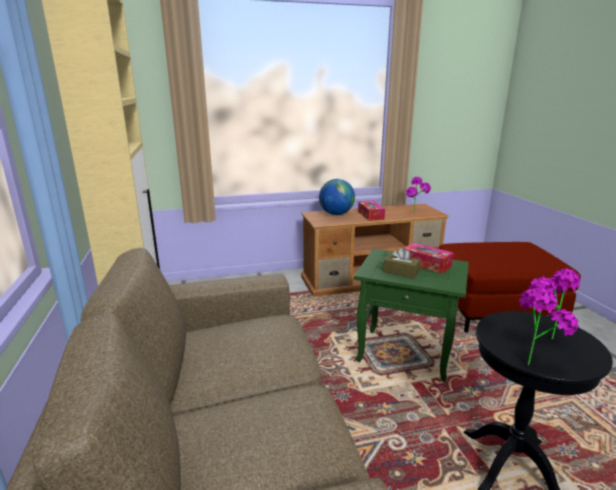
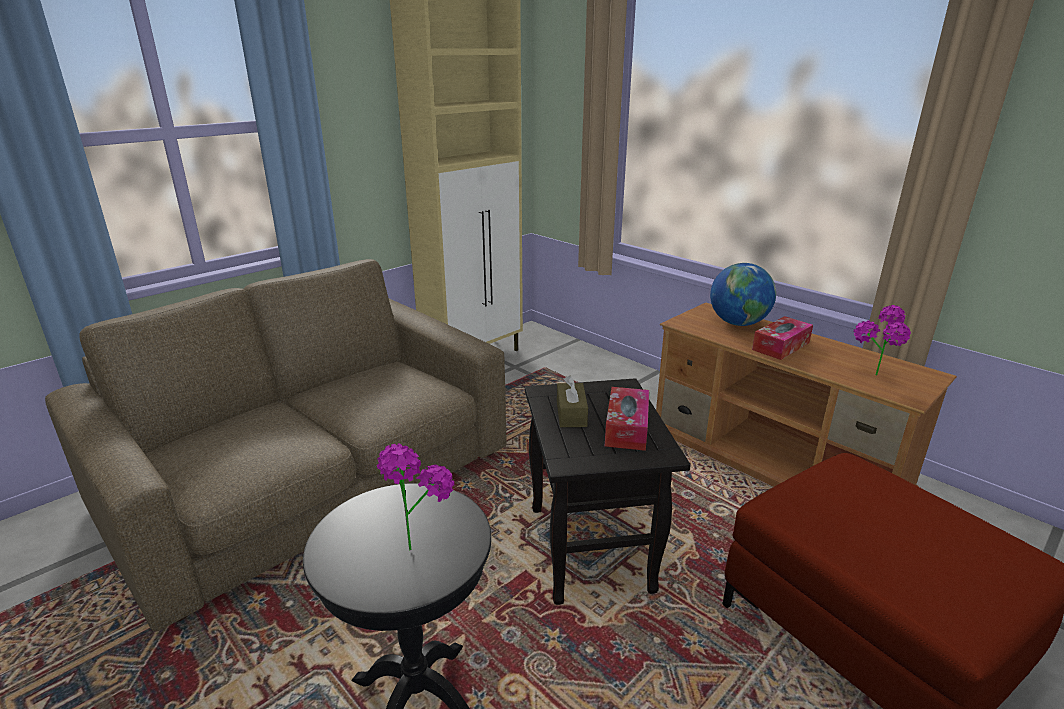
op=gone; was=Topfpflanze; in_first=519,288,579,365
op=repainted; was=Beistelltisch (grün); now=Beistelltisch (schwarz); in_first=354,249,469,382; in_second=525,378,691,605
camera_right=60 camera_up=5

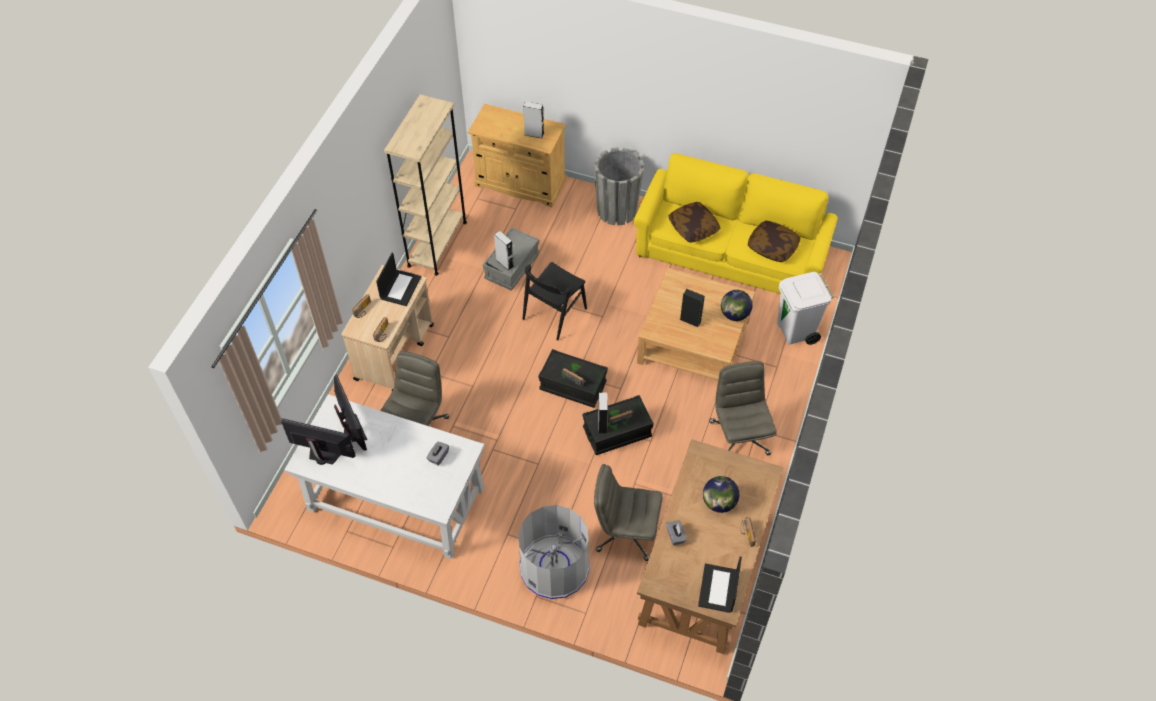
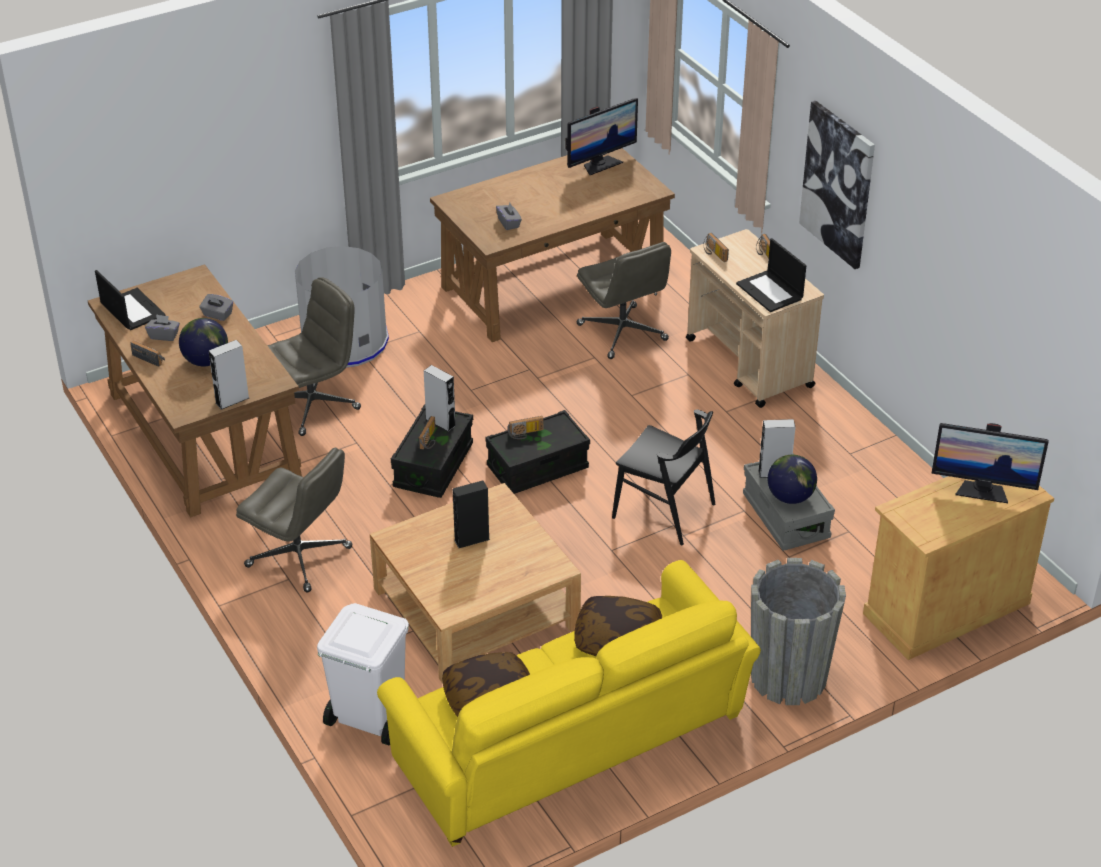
op=gone; was=Bücherregal (beige); in_first=384,94,467,276
op=new; now=Taschentuchbox (grau); in_second=145,314,180,341
op=new; now=Bild; in_second=799,101,875,269
op=shifted; was=Monitor; in_first=334,374,368,451; in_second=931,423,1049,503
op=shifted; was=Lautsprecher (grau); in_first=523,101,544,138; in_second=209,340,249,410
op=shifted; was=Globus; in_first=721,290,752,321; in_second=767,455,817,504
op=repainted; was=Schreibtisch (weiß); now=Schreibtisch (braun); in_first=284,394,485,559; in_second=430,148,675,342
op=rotated; was=Stuhl (schwarz); in_first=523,262,587,340; in_second=612,409,715,545; clockwise=135
camera_right=130 camera_up=-15

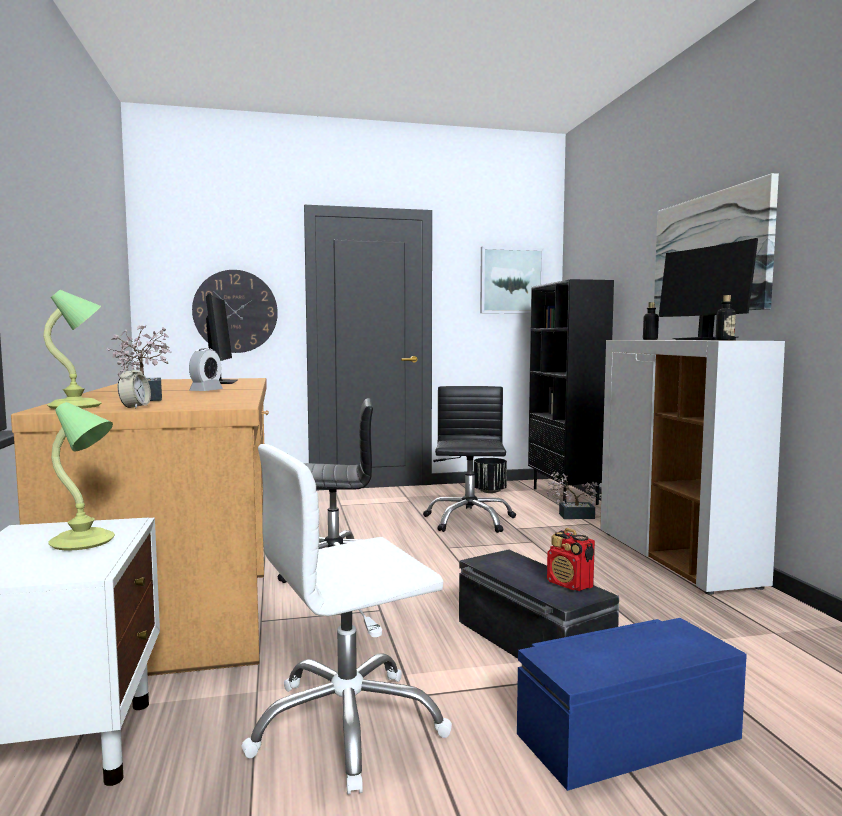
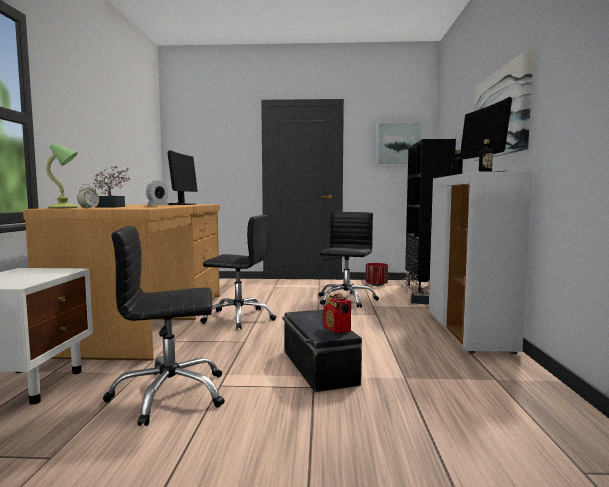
op=gone; was=Tischlampe; in_first=48,402,115,550
op=gone; was=Wanduhr; in_first=192,270,278,353
op=gone; was=Aufbewahrungsbox (blau); in_first=517,618,747,791
op=repainted; was=Bürostuhl (weiß); now=Bürostuhl (schwarz); in_first=241,444,452,794; in_second=103,226,225,426
op=repainted; was=Pflanzkübel (schwarz); now=Pflanzkübel (rot); in_first=474,458,507,493; in_second=365,263,388,286
camera_right=15 camera_up=0

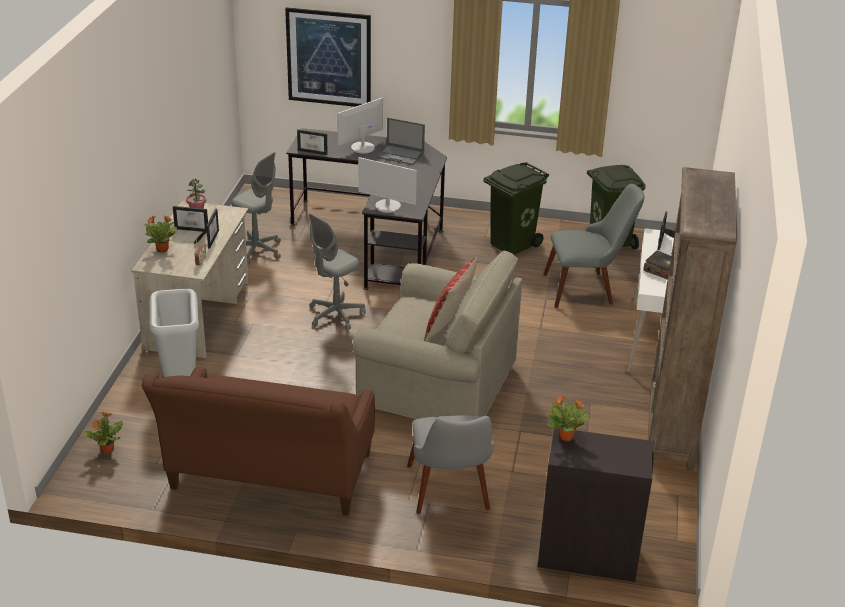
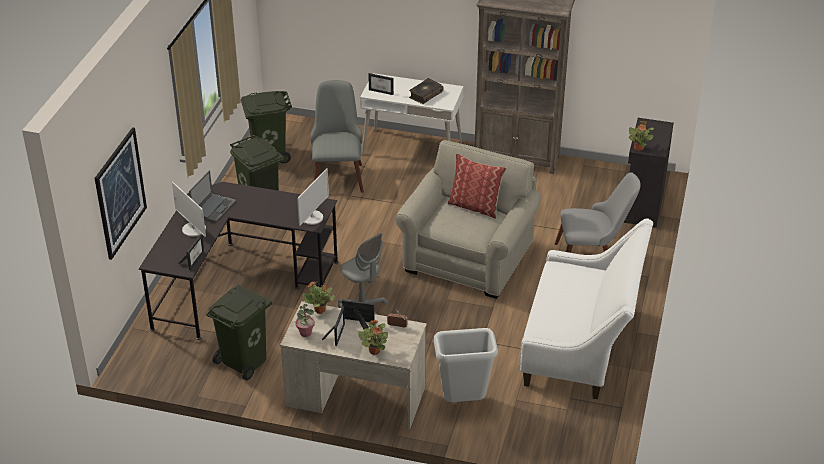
op=shifted; was=Topfpflanze; in_first=83,412,123,454; in_second=303,281,336,314
op=swapped; was=Bürostuhl (grau); now=Mülleimer (grün); in_first=231,152,281,264; in_second=206,285,272,380
op=repainted; was=Sofa (braun); now=Sofa (weiß); in_first=142,367,375,516; in_second=520,219,653,399
camera_right=-85 camera_up=5

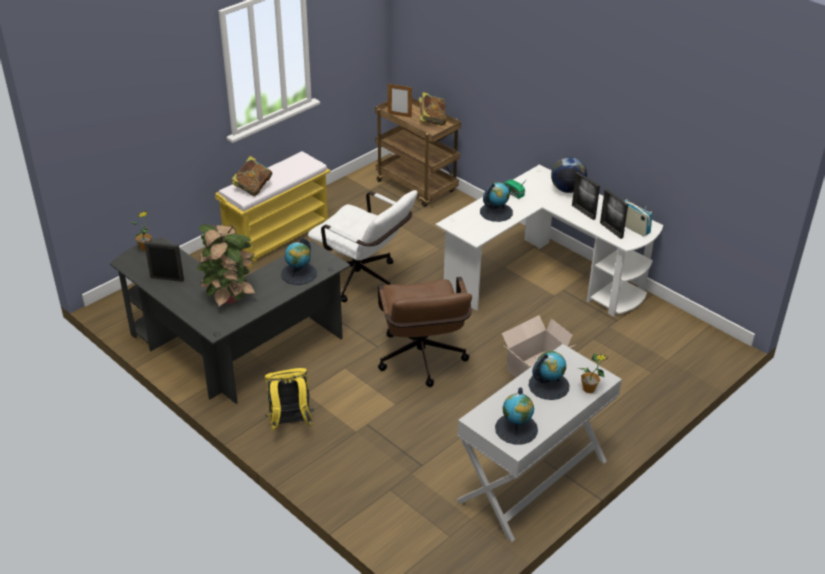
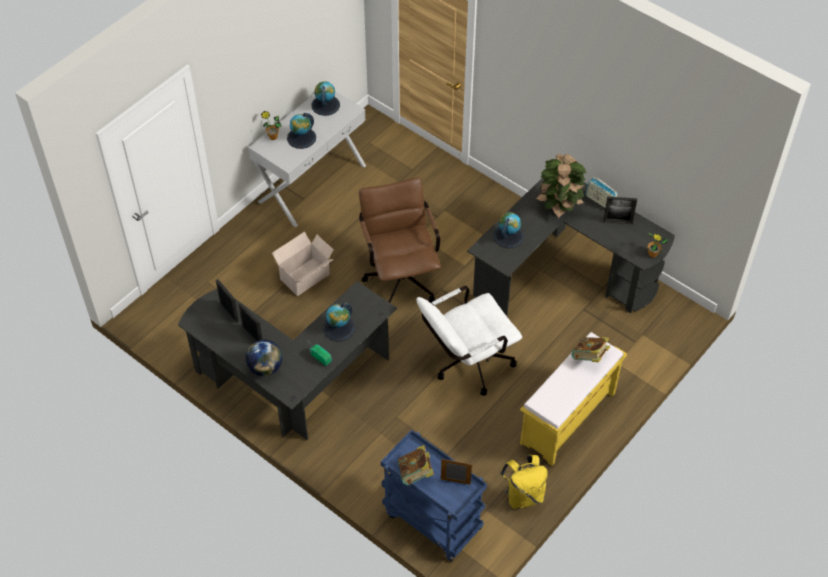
op=shifted; was=Rucksack (gelb); in_first=265,368,314,431; in_second=500,455,548,509
op=shifted; was=Radio; in_first=624,199,652,237; in_second=585,178,617,208
op=repainted; was=Rollwagen (braun); now=Rollwagen (blau); in_first=375,98,461,207; in_second=381,430,487,562
op=repainted; was=Schreibtisch (weiß); now=Schreibtisch (schwarz); in_first=436,164,663,317; in_second=178,281,397,440
op=rotated; was=Bürostuhl (weiß); in_first=308,190,417,303; in_second=416,286,522,396; clockwise=-60
camera_right=175 camera_up=15

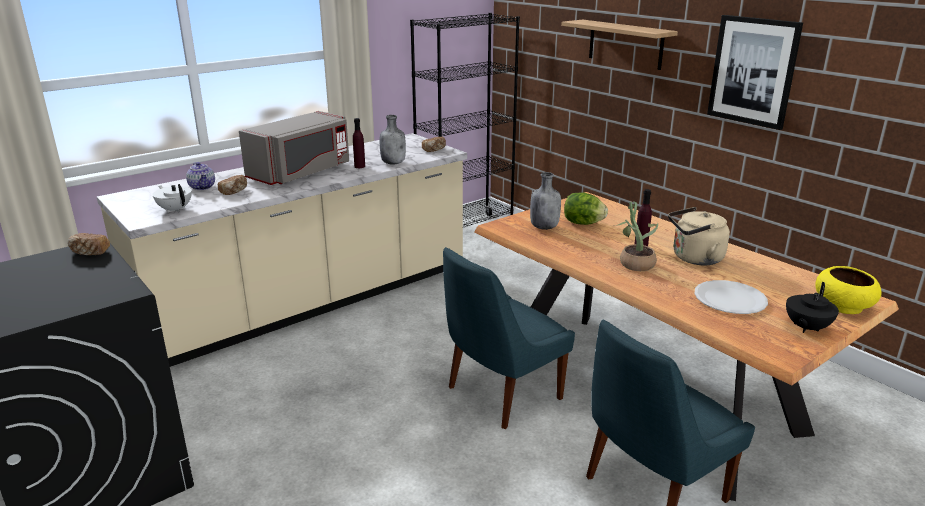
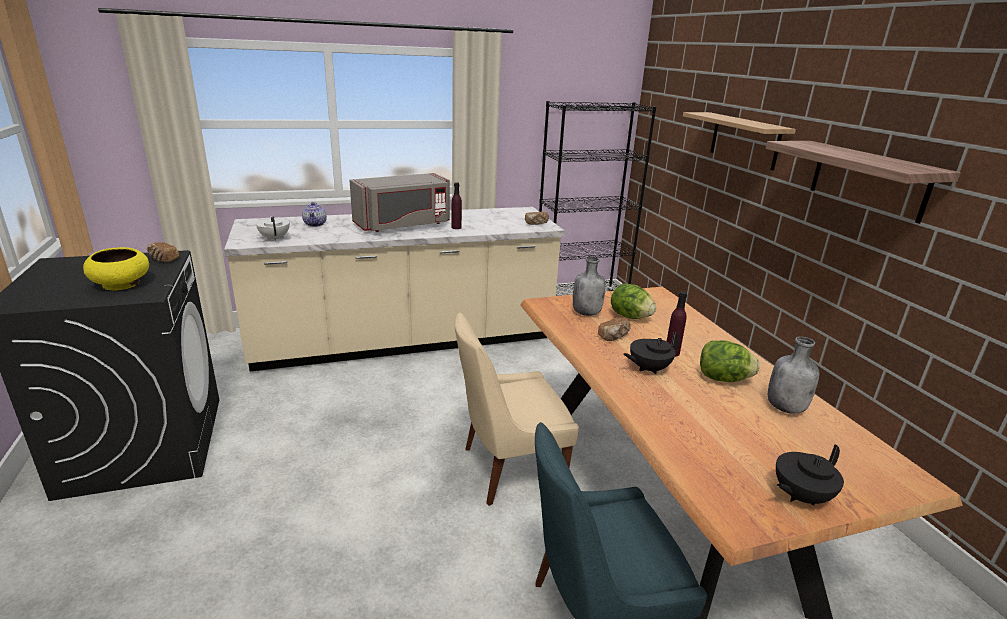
op=gone; was=Teller (weiß); in_first=694,280,768,314
op=shifted; was=Brot; in_first=218,175,247,195; in_second=598,318,631,341
op=shifted; was=Flasche (grau); in_first=380,115,406,165; in_second=768,337,820,414
op=shifted; was=Schüssel (gelb); in_first=815,266,881,314; in_second=83,247,149,291
op=swapped; was=Topfpflanze; now=Teekanne (schwarz); in_first=614,201,658,271; in_second=623,331,679,374
op=swapped; was=Wasserkessel (beige); now=Salatkopf; in_first=668,207,730,265; in_second=700,340,760,382
op=swapped; was=Bild; now=Wandregal; in_first=707,15,803,130; in_second=766,141,960,224
op=repainted; was=Stuhl (blau); now=Stuhl (beige); in_first=443,247,575,429; in_second=455,313,579,506
camera_right=20 camera_up=0

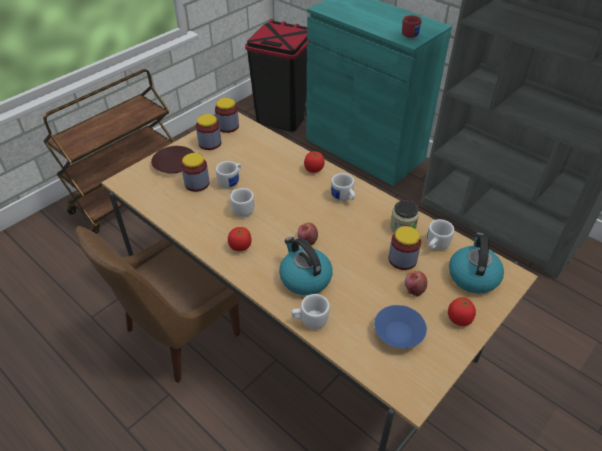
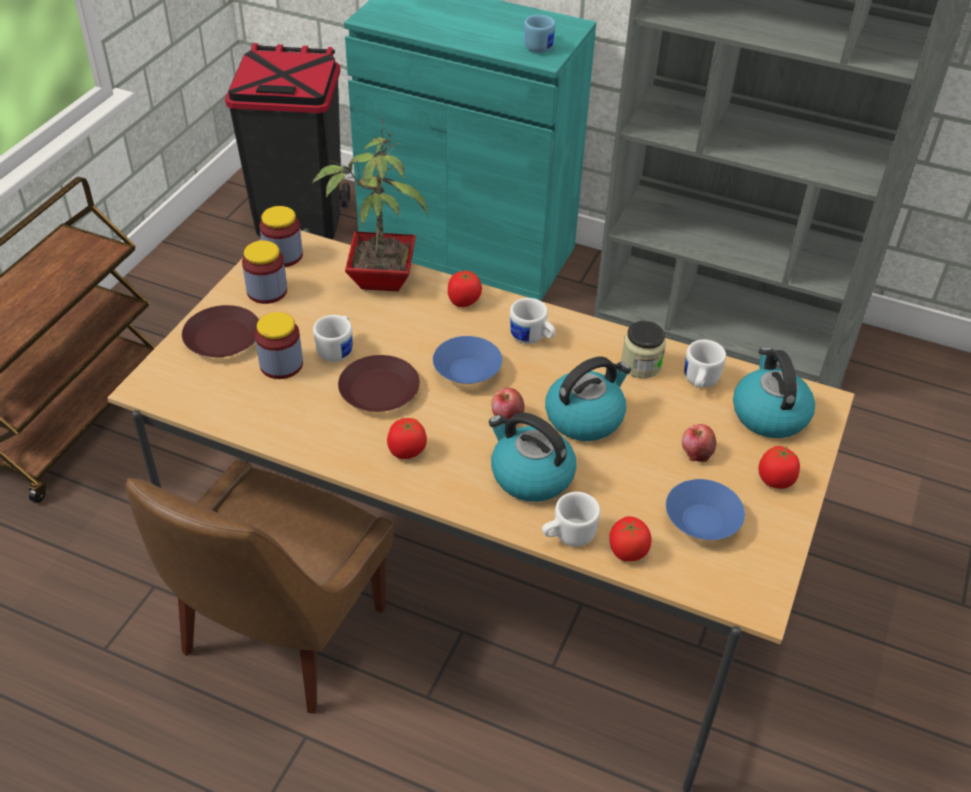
op=gone; was=Vorratsglas; in_first=389,226,421,270
op=new; now=Topfpflanze; in_second=312,118,428,291
op=new; now=Schüssel (blau); in_second=433,336,502,384
op=new; now=Wasserkessel; in_second=545,356,631,441
op=new; now=Tomate; in_second=609,516,651,562
op=swapped; was=Henkelbecher (weiß); now=Teller (braun); in_first=230,188,254,217; in_second=338,355,420,412
op=repainted; was=Henkelbecher (rot); now=Henkelbecher (blau); in_first=402,15,422,38; in_second=524,15,555,53
camera_right=-20 camera_up=0

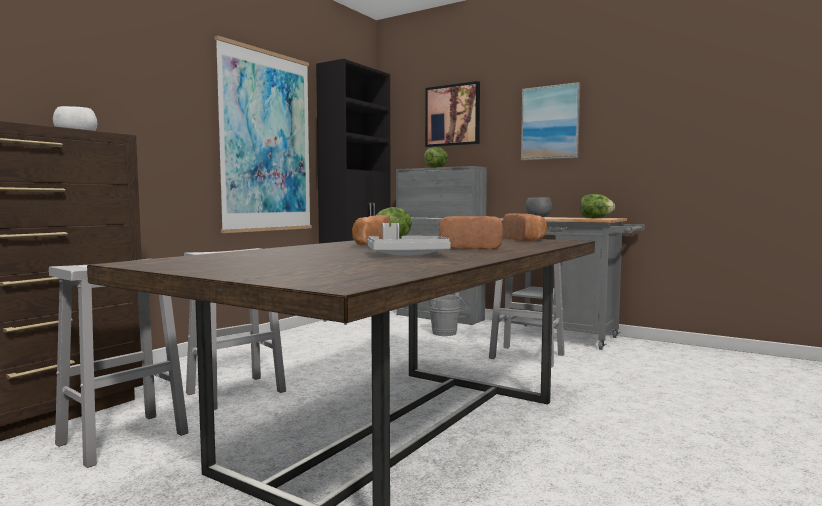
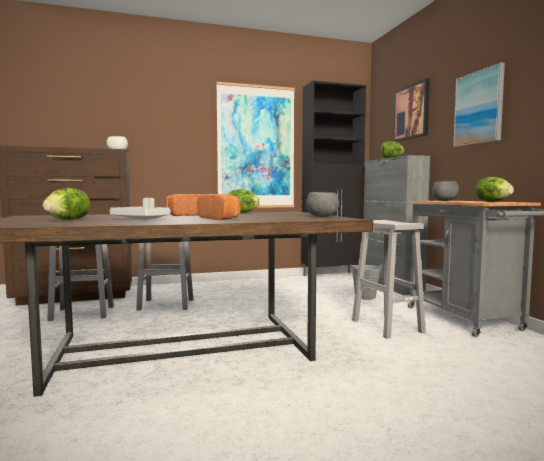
op=new; now=Salatkopf; in_second=43,188,90,220
op=swapped; was=Brot; now=Schüssel (grau); in_first=503,213,547,241; in_second=306,192,339,217
camera_right=40 camera_up=0

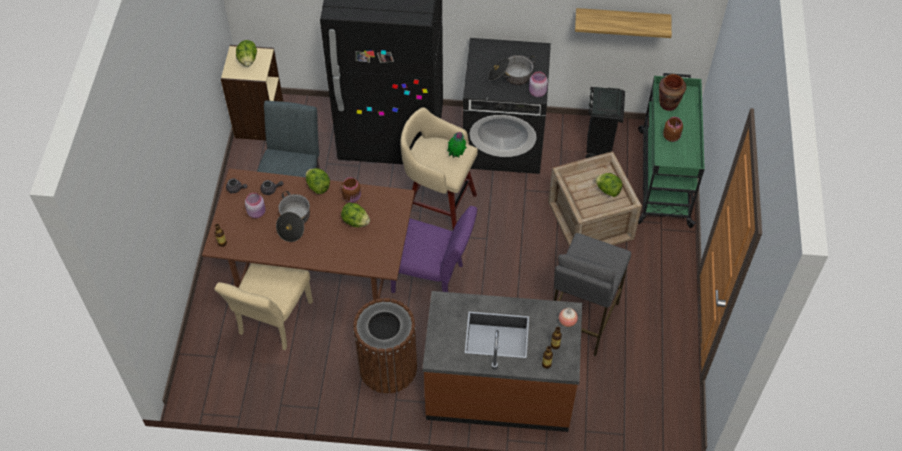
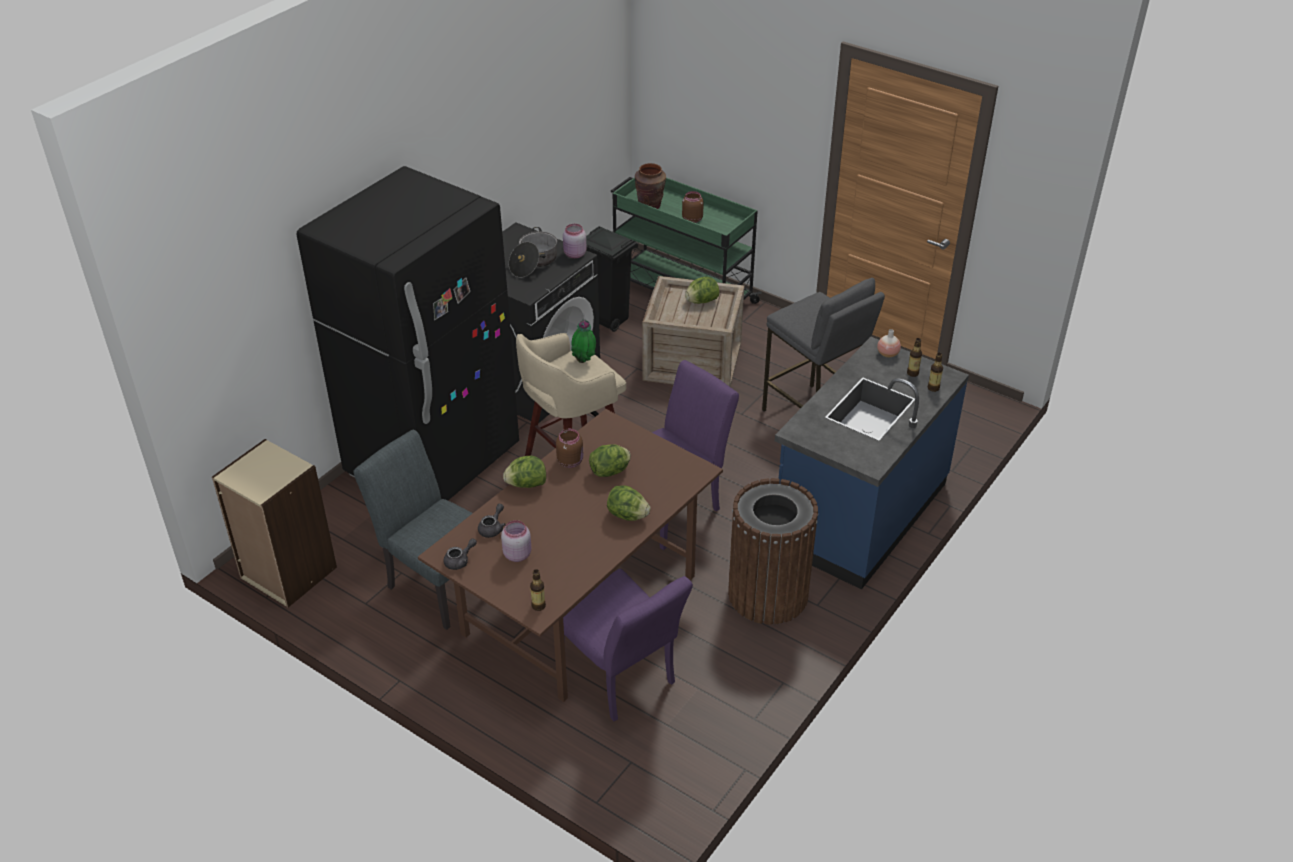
op=gone; was=Kochtopf; in_first=276,191,310,242
op=gone; was=Wandregal; in_first=575,8,672,38
op=shifted; was=Salatkopf; in_first=236,40,257,67; in_second=607,486,651,521
op=repainted; was=Stuhl (beige); now=Stuhl (lila); in_first=214,263,313,350; in_second=563,569,693,721
op=repainted; was=Küchenzeile (braun); now=Küchenzeile (blau); in_first=422,291,582,432; in_second=775,337,969,590
camera_right=-60 camera_up=-15

